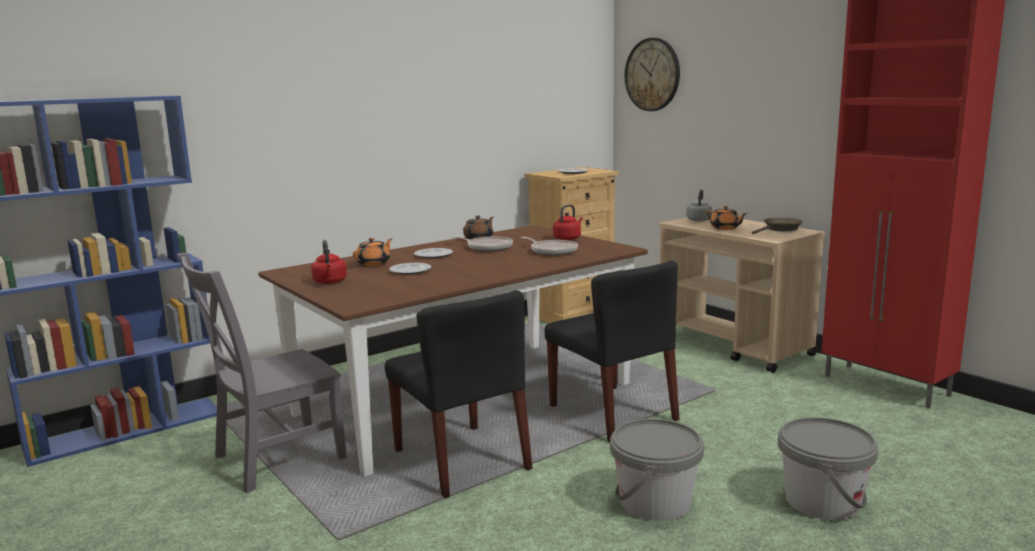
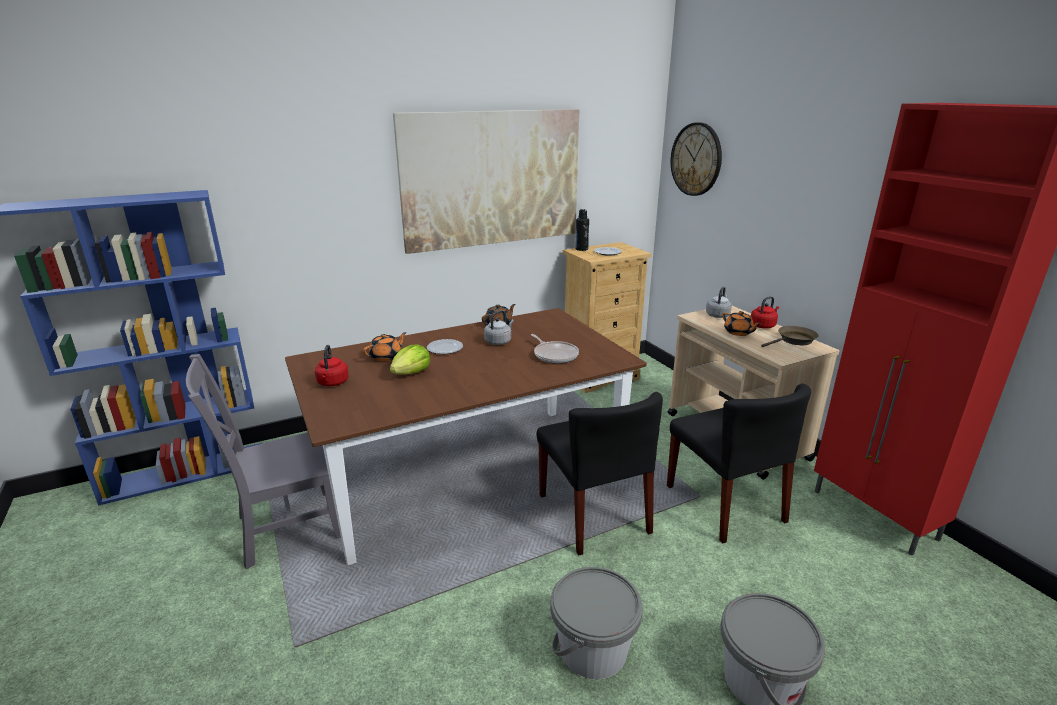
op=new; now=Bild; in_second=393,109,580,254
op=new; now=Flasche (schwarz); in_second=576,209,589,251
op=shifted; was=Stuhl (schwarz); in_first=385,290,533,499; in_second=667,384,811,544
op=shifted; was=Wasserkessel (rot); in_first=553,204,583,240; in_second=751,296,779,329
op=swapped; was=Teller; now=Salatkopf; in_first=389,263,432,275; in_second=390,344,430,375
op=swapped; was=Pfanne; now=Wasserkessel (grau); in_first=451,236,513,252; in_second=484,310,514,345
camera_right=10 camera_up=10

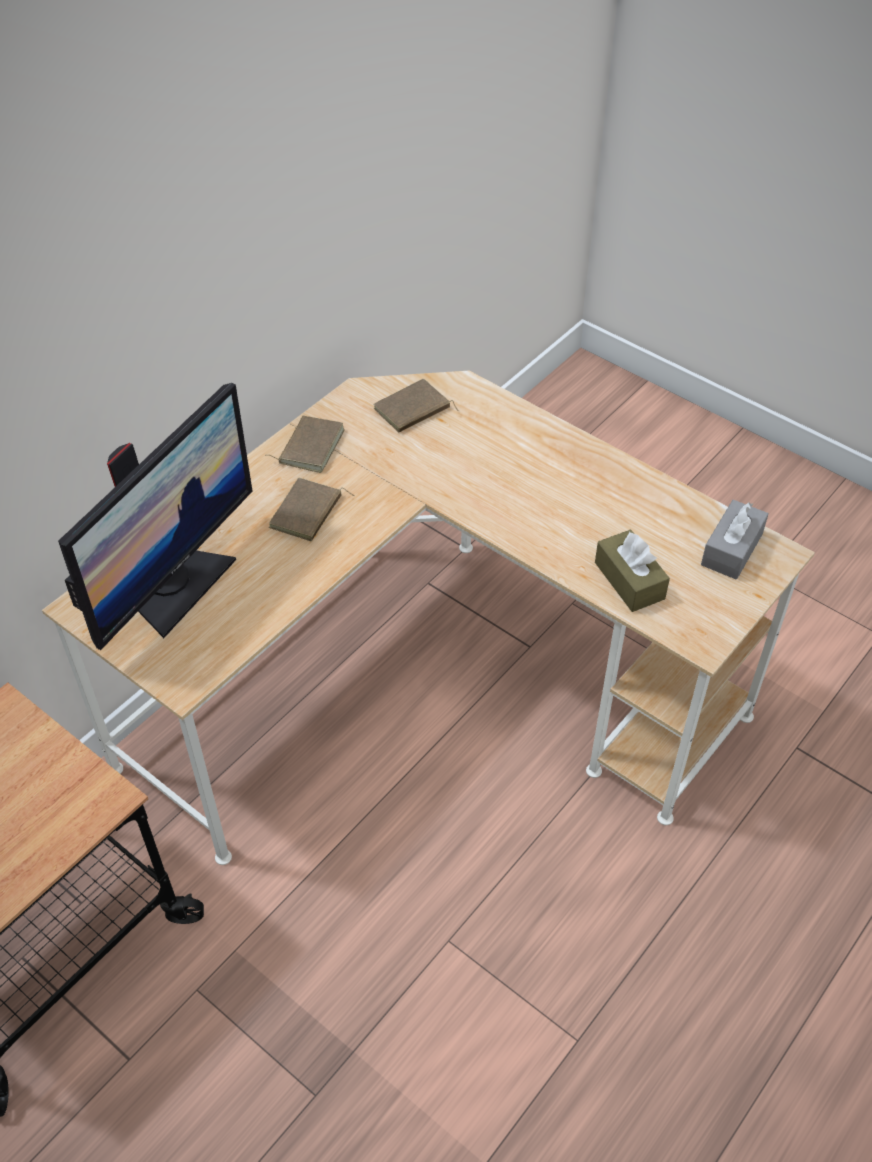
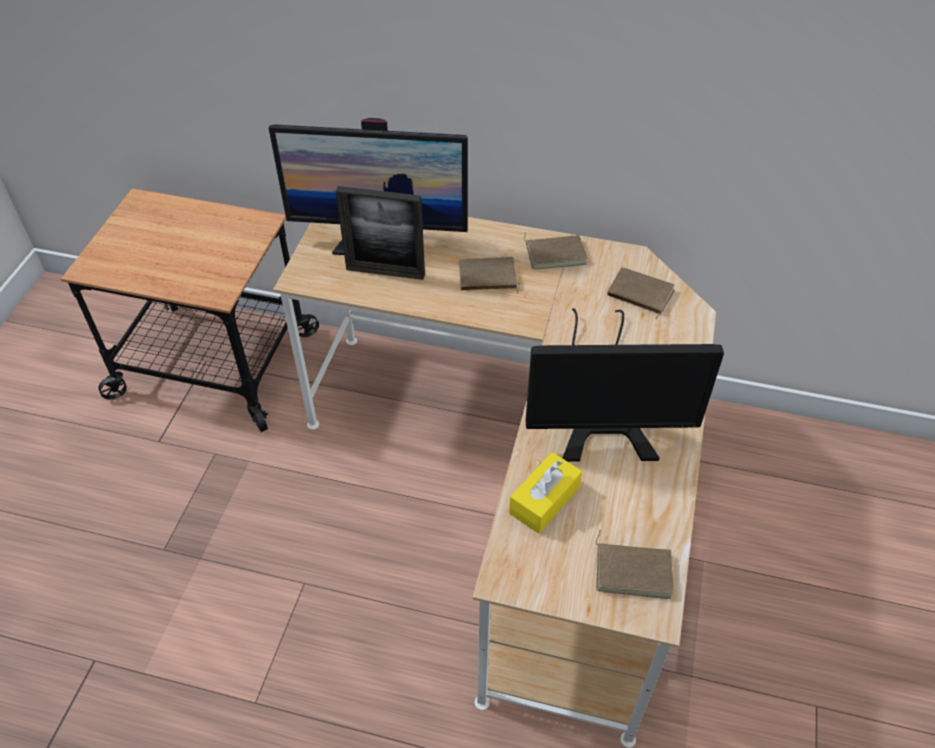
op=new; now=Bilderrahmen; in_second=336,186,425,280
op=new; now=Monitor; in_second=525,308,724,462
op=swapped; was=Taschentuchbox (grau); now=Buch (braun); in_first=701,500,768,579; in_second=596,530,674,599
op=repainted; was=Taschentuchbox (braun); now=Taschentuchbox (gelb); in_first=595,530,670,612; in_second=509,452,582,534
camera_right=65 camera_up=0

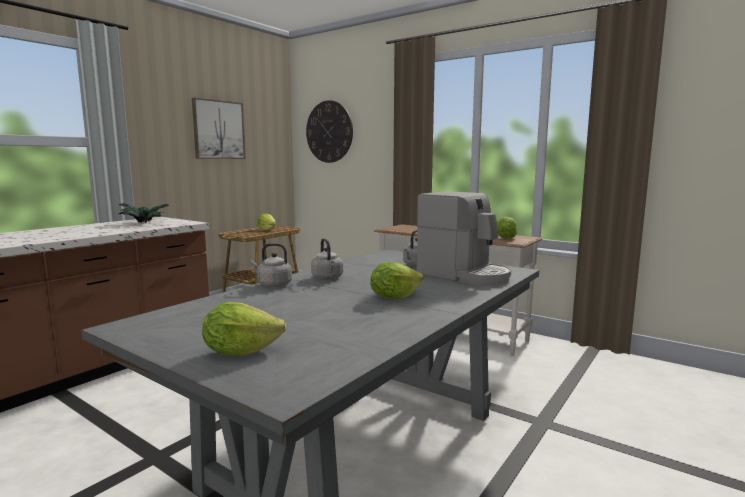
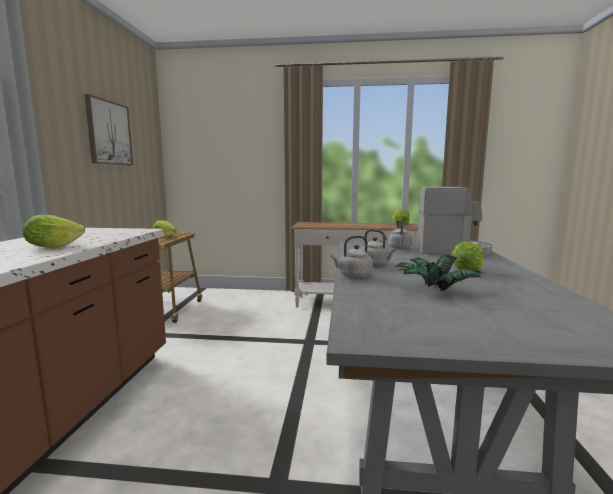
op=gone; was=Wanduhr; in_first=306,100,353,163
op=shifted; was=Topfpflanze; in_first=118,203,168,223; in_second=396,255,483,291
op=shifted; was=Salatkopf; in_first=202,302,286,356; in_second=23,215,85,248
camera_right=-30 camera_up=0

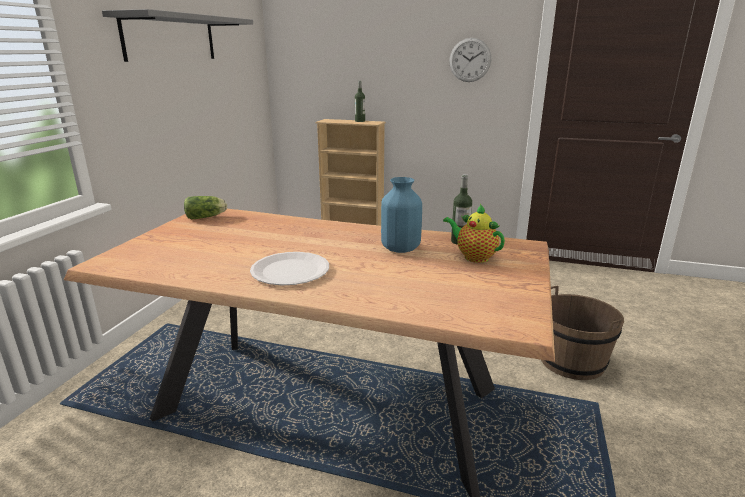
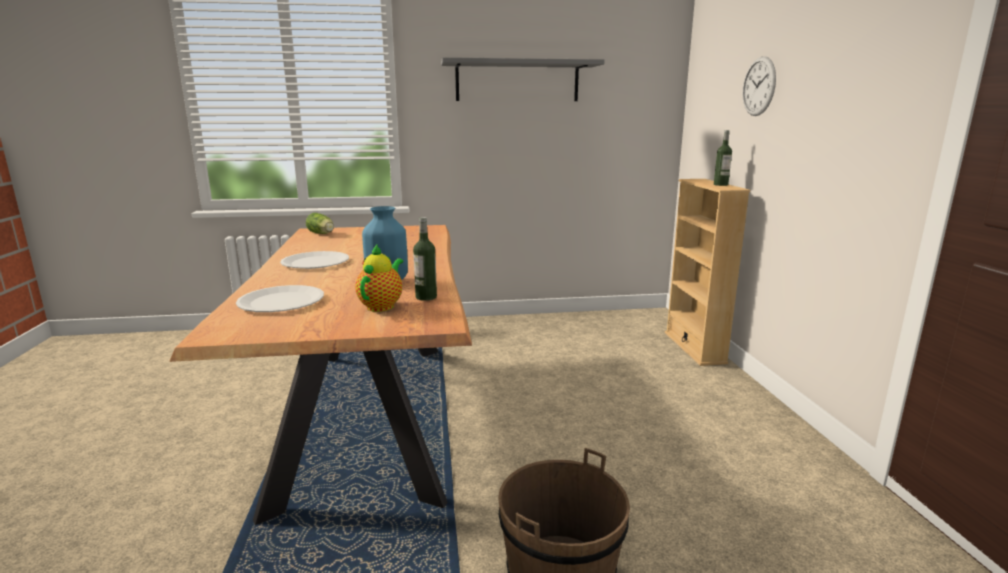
op=new; now=Teller (weiß); in_second=236,285,324,312
op=shifted; was=Salatkopf; in_first=184,196,227,219; in_second=306,213,334,234
op=shifted; was=Wanduhr; in_first=449,38,491,82; in_second=743,56,776,116
camera_right=65 camera_up=-5

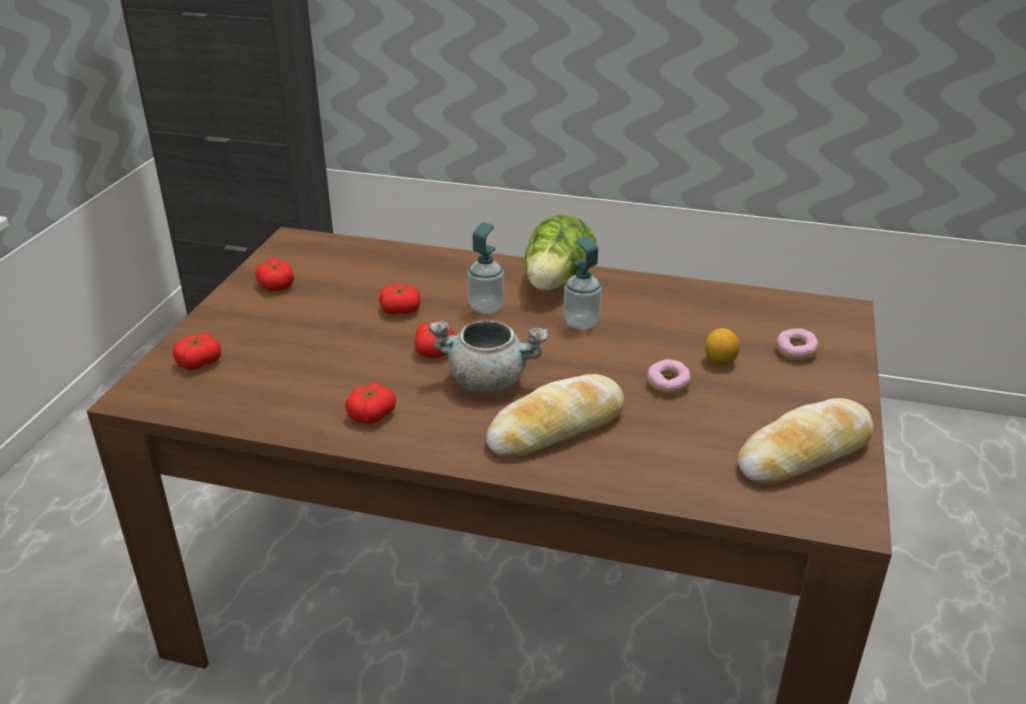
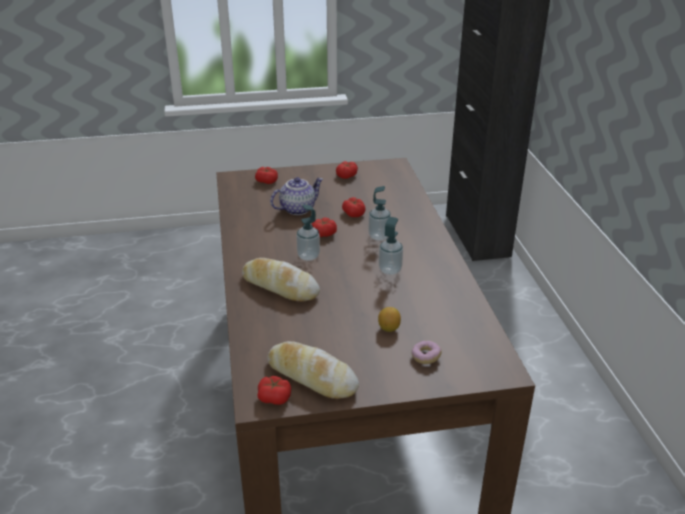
op=gone; was=Salatkopf; in_first=525,215,596,291
op=gone; was=Donut; in_first=647,359,691,395
op=new; now=Teekanne; in_second=270,177,323,215
op=shifted; was=Tomate; in_first=345,382,396,424; in_second=257,376,291,405
op=swapped; was=Kochtopf (grau); now=Seifenspender; in_first=429,321,548,392; in_second=296,205,320,261
camera_right=65 camera_up=0

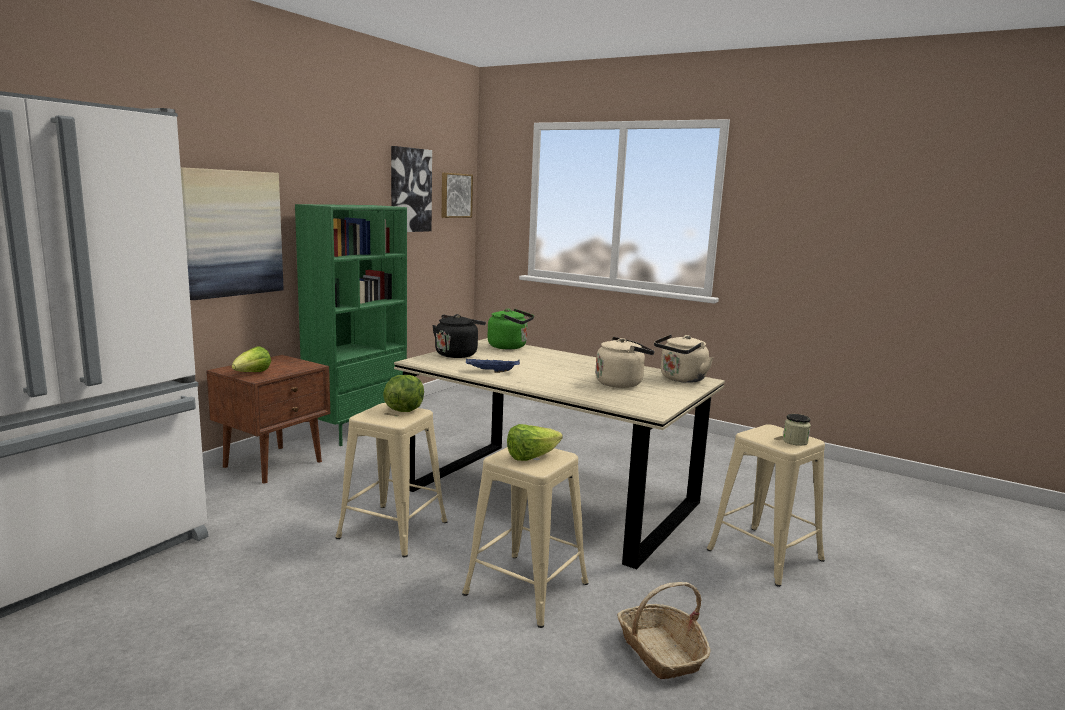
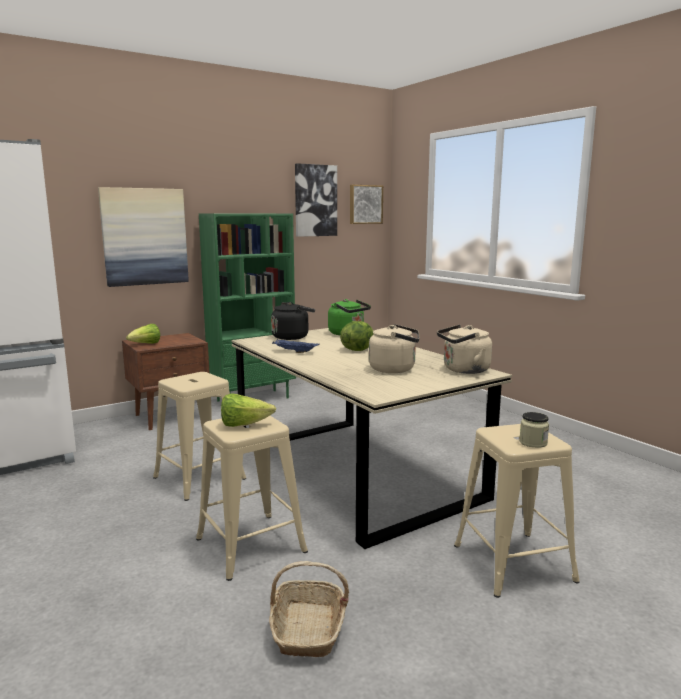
op=shifted; was=Salatkopf; in_first=383,375,424,412; in_second=340,321,374,351
camera_right=25 camera_up=0

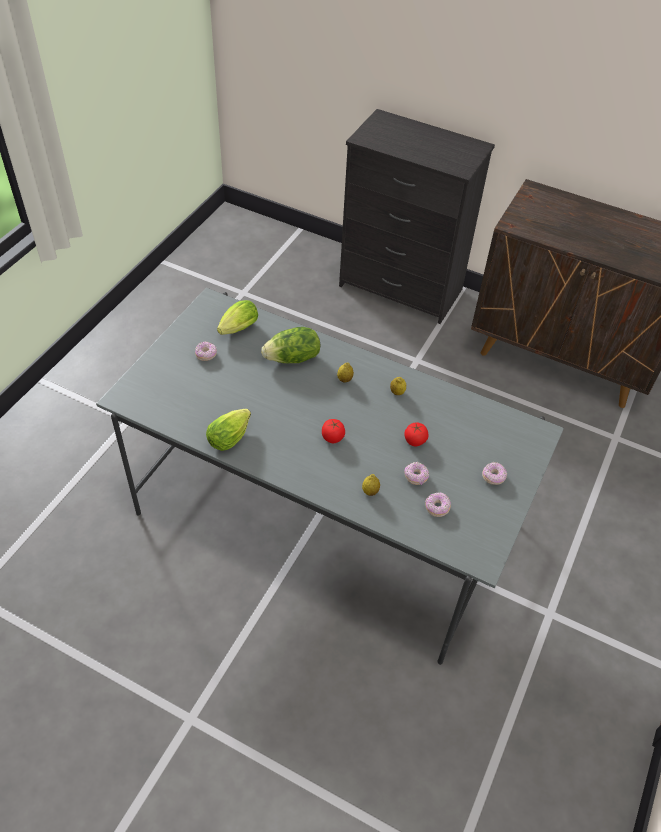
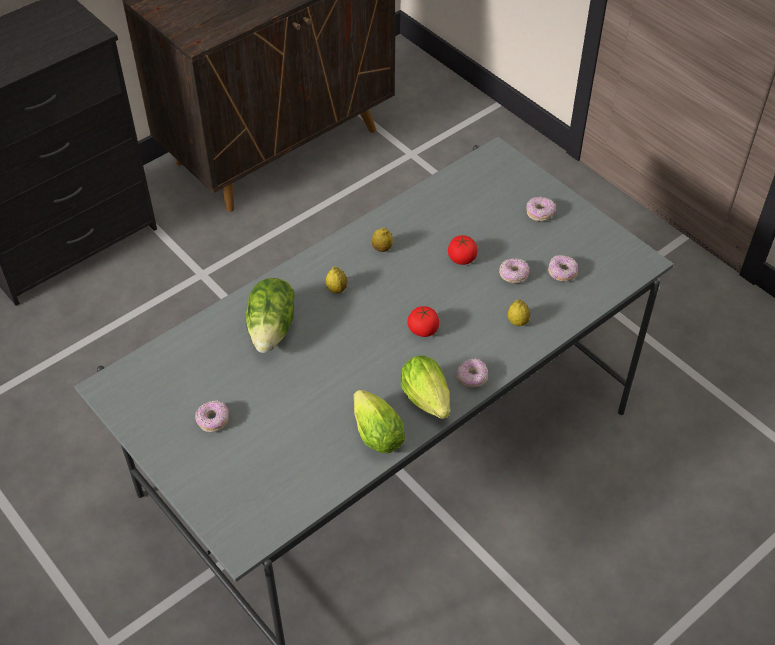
op=new; now=Donut; in_second=456,358,488,387
op=shifted; was=Salatkopf; in_first=217,300,258,335; in_second=401,355,450,419
camera_right=-65 camera_up=0

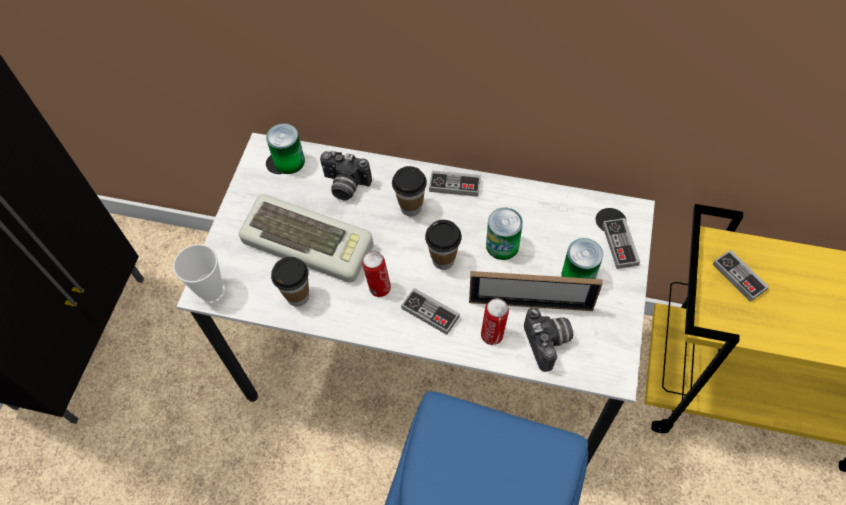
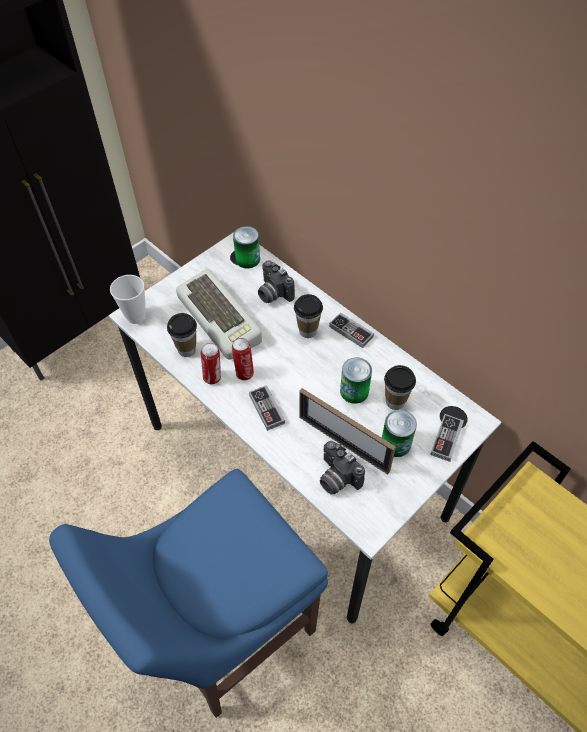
op=gone; was=Gamepad; in_first=713,250,769,302
op=shifted; was=Tasse; in_first=425,220,462,270; in_second=384,365,416,410
op=shifted; was=Dose; in_first=481,299,509,345; in_second=201,343,221,384
op=rotated; was=Kamera; in_first=524,307,573,372; in_second=320,441,365,495; clockwise=120
camera_right=30 camera_up=-5

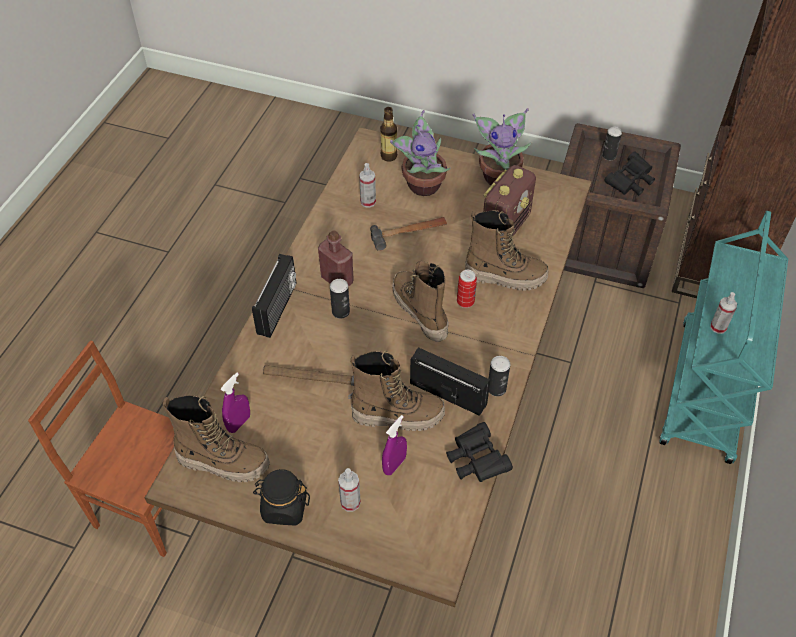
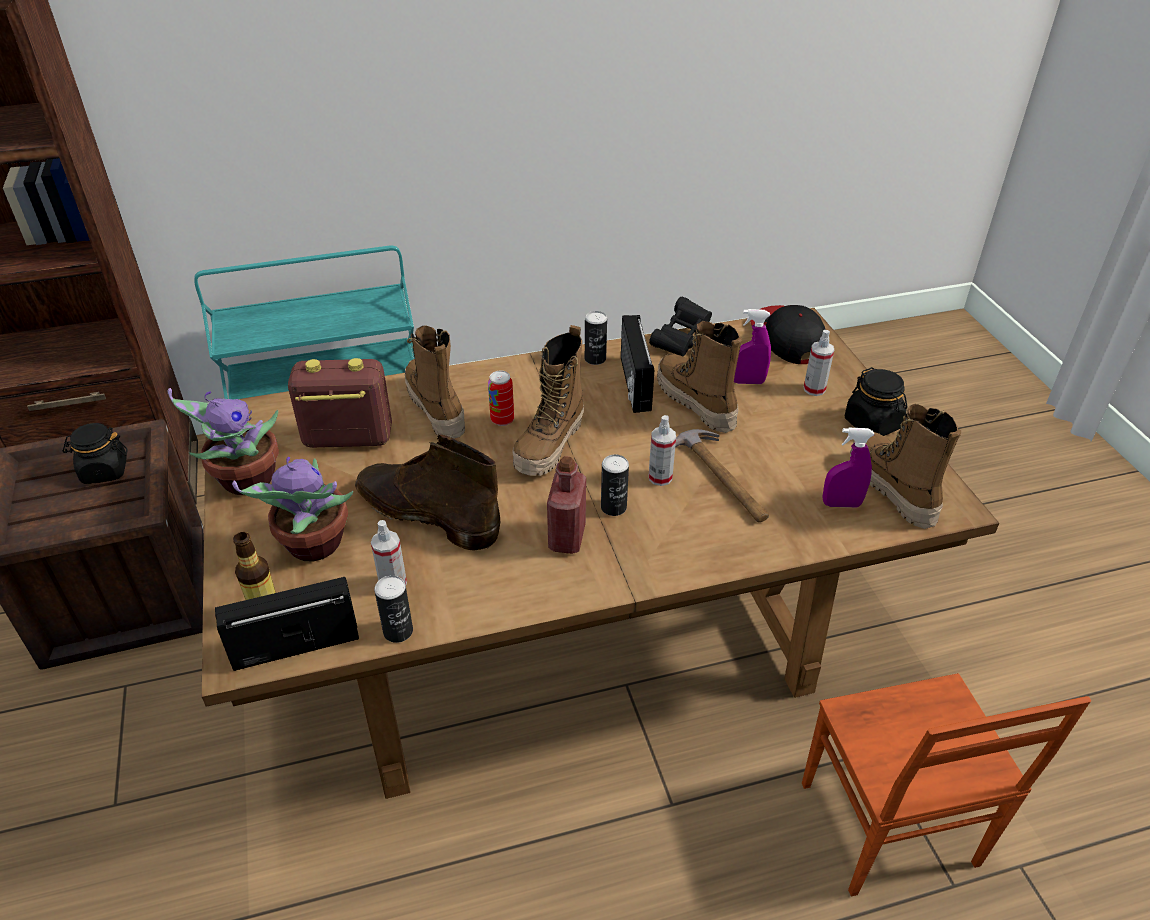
op=new; now=Kappe; in_second=750,305,826,364
op=shifted; was=Radio; in_first=252,254,296,338; in_second=215,577,359,671
op=shifted; was=Dose; in_first=602,127,622,160; in_second=374,575,413,643
op=shifted; was=Sprühflasche; in_first=710,292,737,334; in_second=649,415,676,486
op=swapped; was=Hammer; now=Stiefel (braun); in_first=370,217,447,251; in_second=355,434,500,550
op=swapped; was=Fernglas (schwarz); now=Vorratsglas (schwarz); in_first=604,151,655,196; in_second=63,423,128,484
camera_right=-125 camera_up=-10

